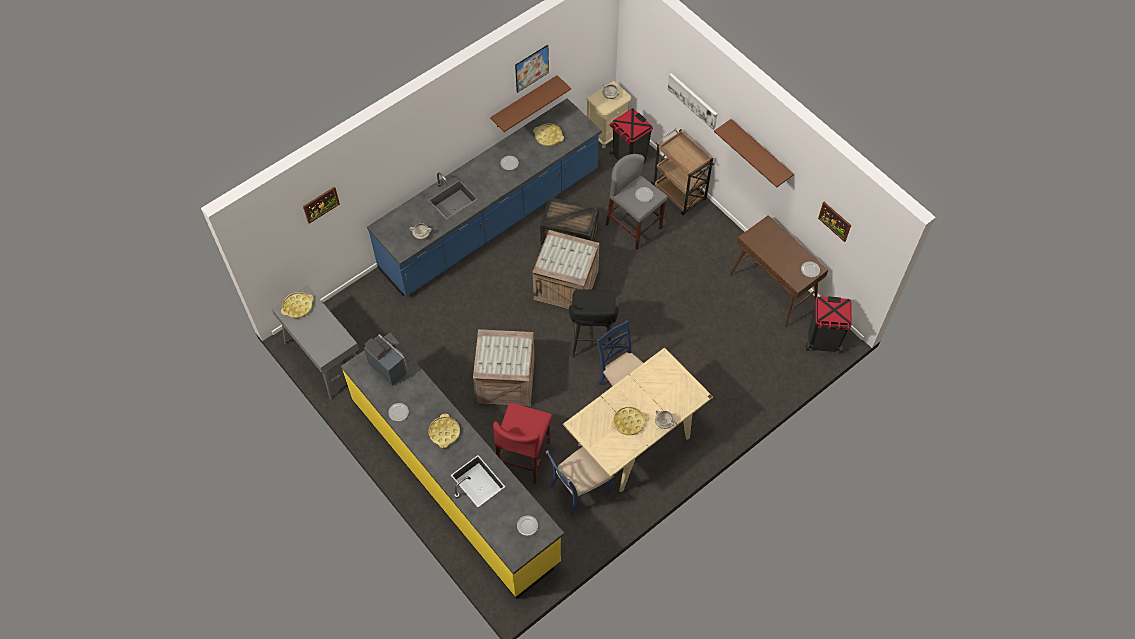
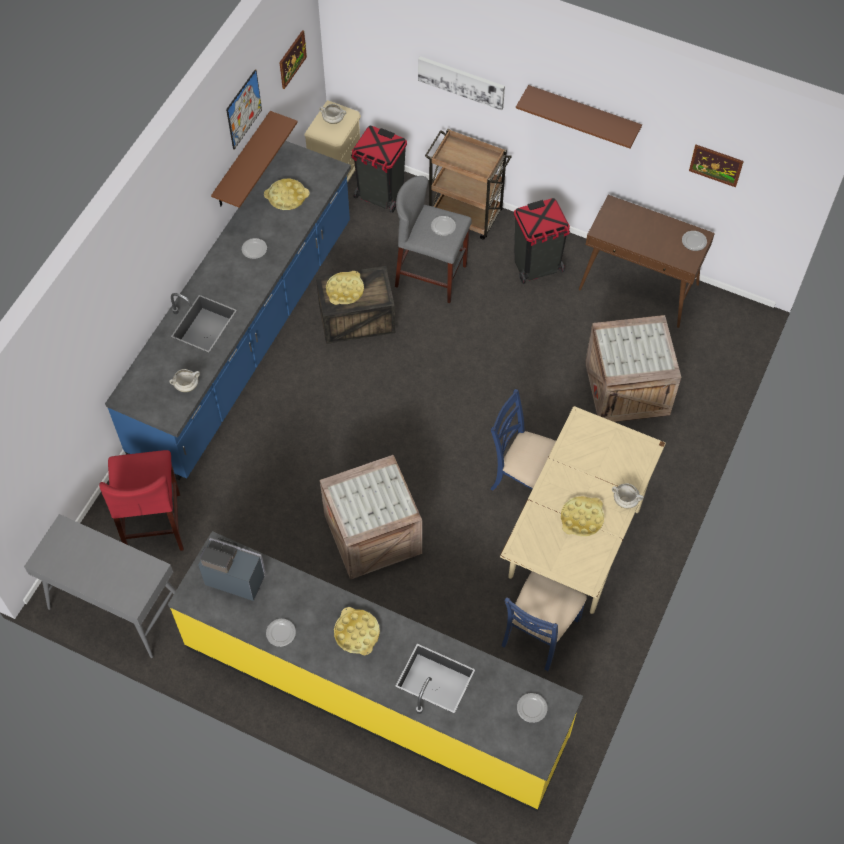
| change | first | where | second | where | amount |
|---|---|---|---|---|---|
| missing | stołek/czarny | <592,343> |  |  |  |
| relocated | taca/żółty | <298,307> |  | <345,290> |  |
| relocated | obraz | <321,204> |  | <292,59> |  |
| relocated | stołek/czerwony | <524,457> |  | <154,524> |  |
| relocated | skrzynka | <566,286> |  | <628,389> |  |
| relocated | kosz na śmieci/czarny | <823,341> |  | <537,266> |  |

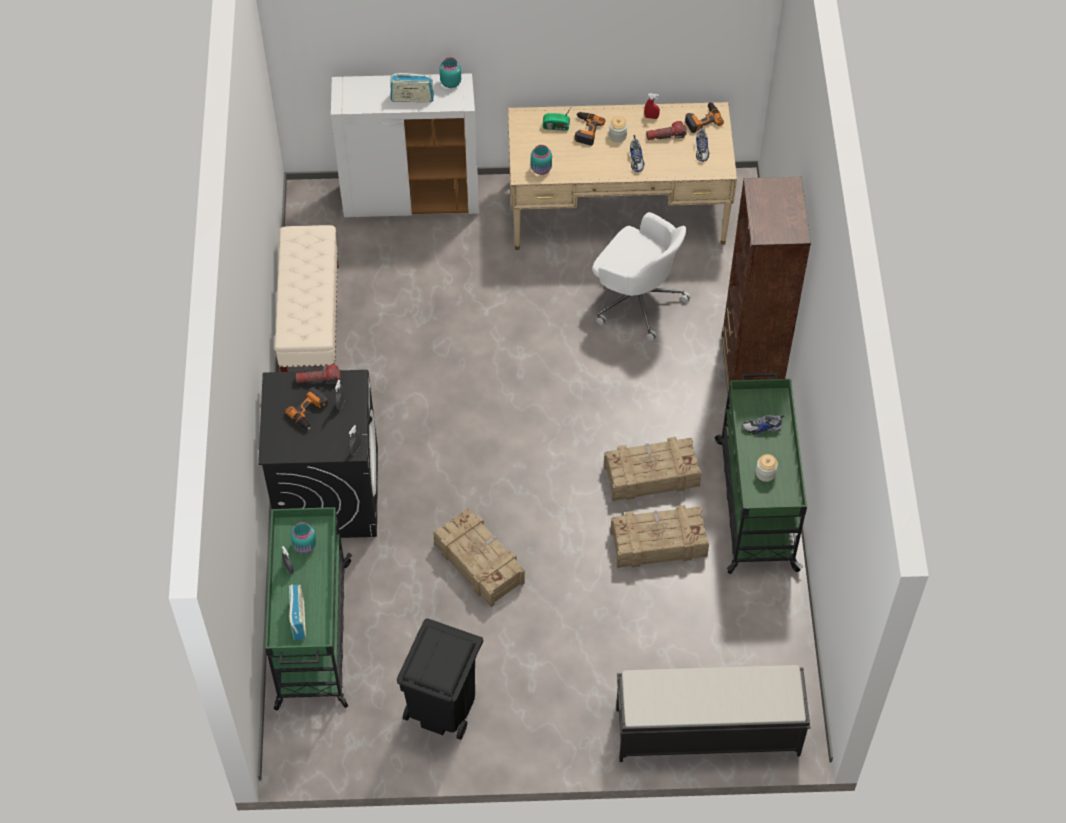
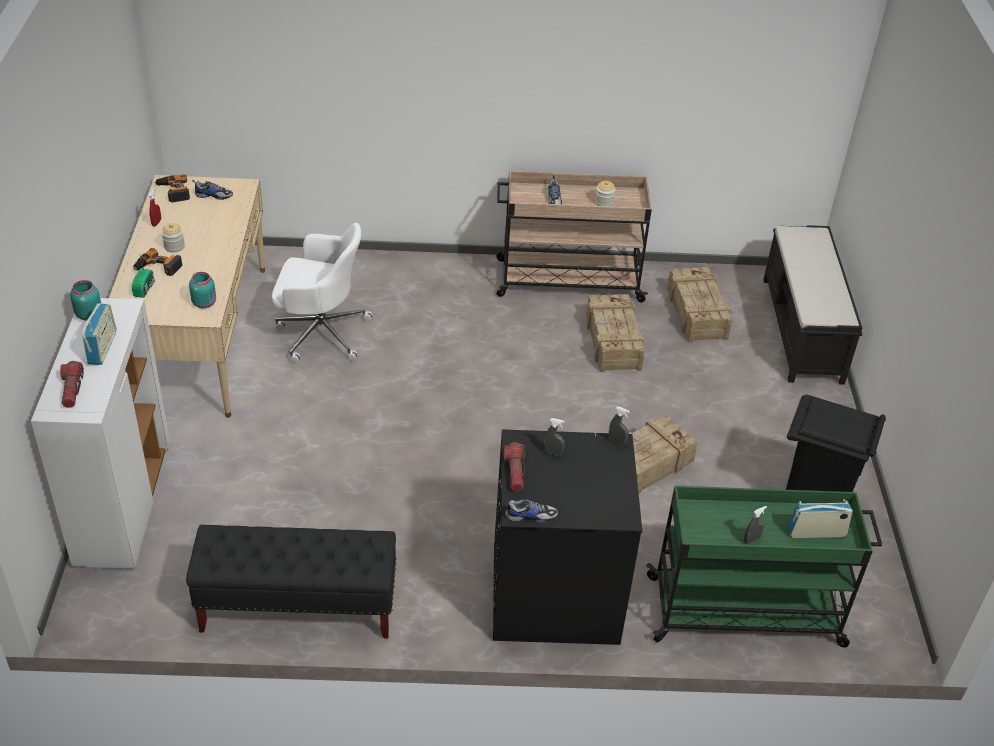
| change | first | where | second | where | amount |
|---|---|---|---|---|---|
| missing | wiertarka | <309,412> |  |  |  |
| missing | słoik/turkusowy | <305,546> |  |  |  |
| missing | regał/brązowy | <751,366> |  |  |  |
| relocated | skrzynka | <650,475> |  | <696,314> |  |
| relocated | but | <636,160> |  | <530,516> |  |
| relocated | latarka | <666,136> |  | <72,389> |  |
| colour | ławka/beżowy | <311,323> | ławka/czarny | <297,608> |  |
| colour | wózek/zielony | <755,502> | wózek/beżowy | <567,280> |  |
| spun | krzesło biurowe/biały | <636,299> |  | <320,332> | 60 degrees clockwise |

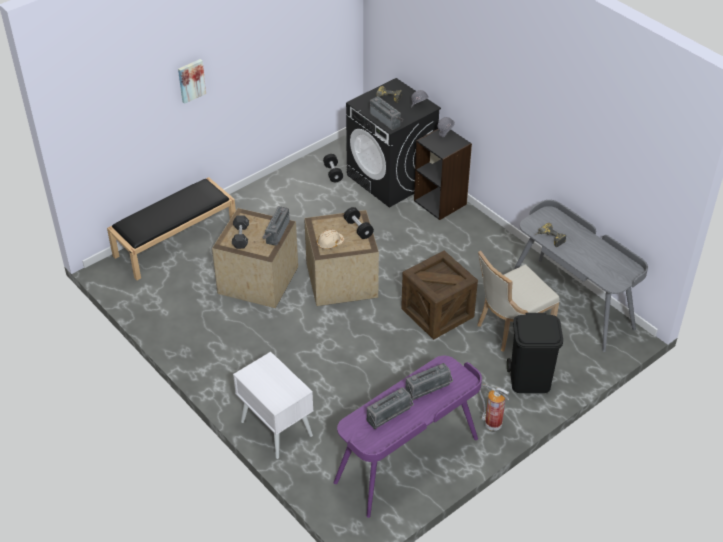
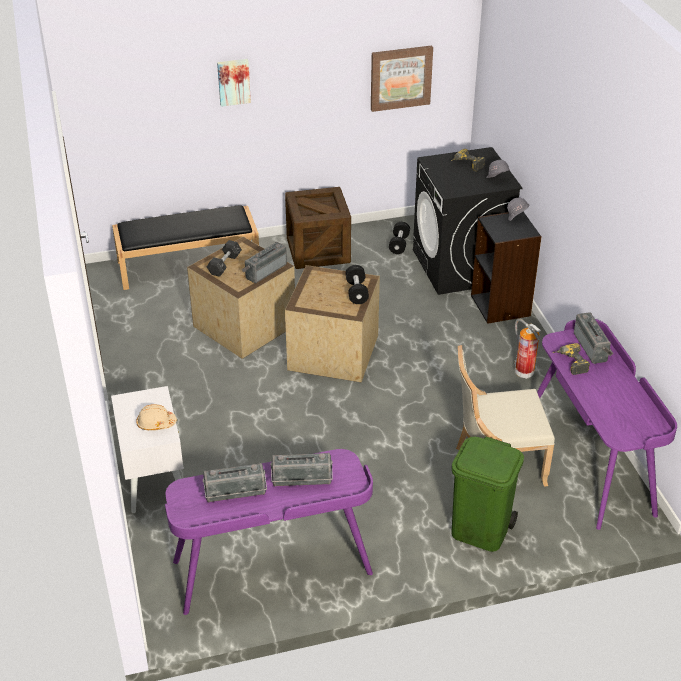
| change | first | where | second | where | amount |
|---|---|---|---|---|---|
| appeared |  |  | obraz | <400,77> |  |
| relocated | kask/beżowy | <330,243> |  | <156,423> |  |
| relocated | radio | <386,119> |  | <592,347> |  |
| relocated | skrzynka | <437,313> |  | <318,250> |  |
| relocated | gaśnica | <492,424> |  | <523,372> |  |
| colour | kosz na śmieci/czarny | <530,380> | kosz na śmieci/zielony | <481,531> |  |
| colour | biurko/szary | <571,303> | biurko/fioletowy | <591,460> |  |

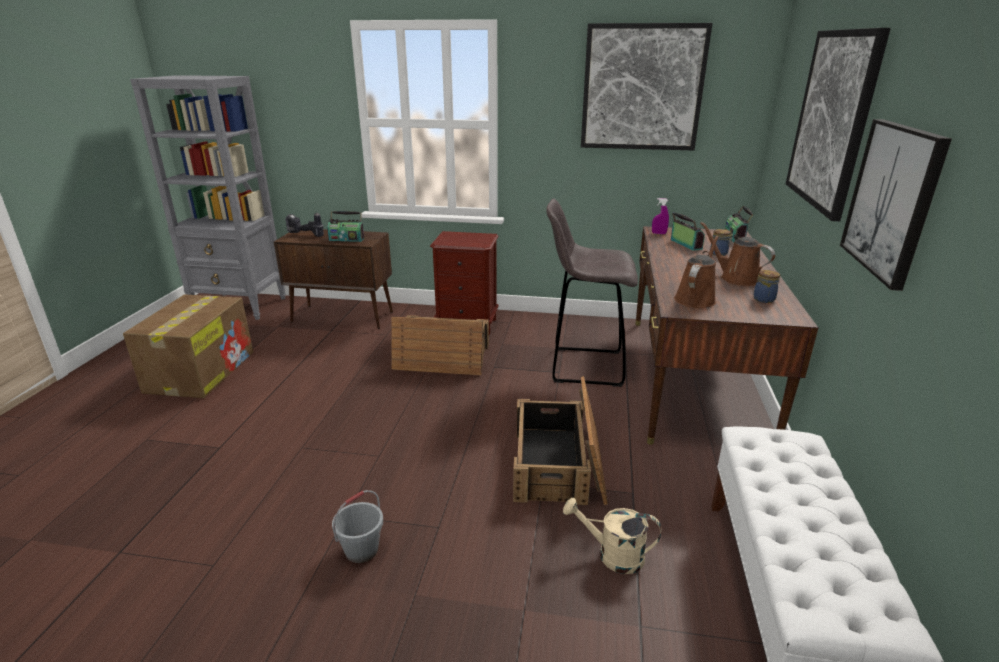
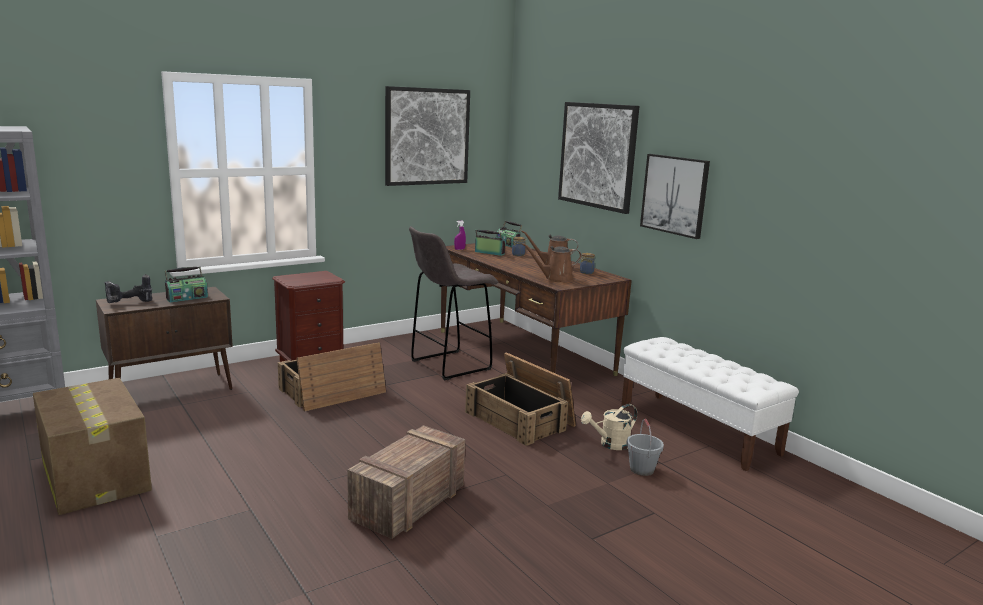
| change | first | where | second | where | amount |
|---|---|---|---|---|---|
| appeared |  |  | skrzynka | <407,504> |  |
| relocated | wiadro/szary | <362,550> |  | <642,469> |  |
| spun | konewka/brązowy | <696,298> |  | <555,279> | 90 degrees counterclockwise |

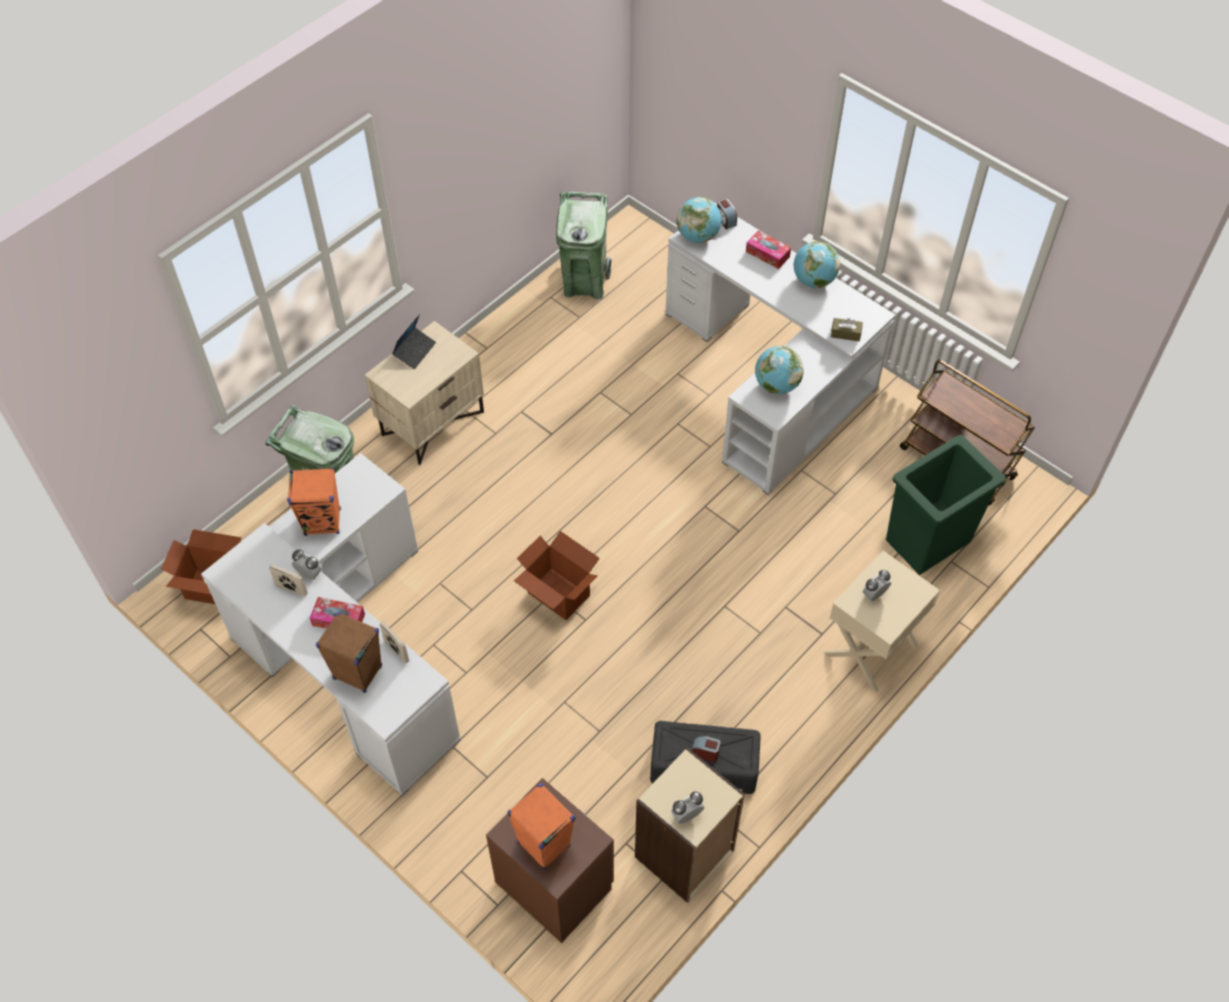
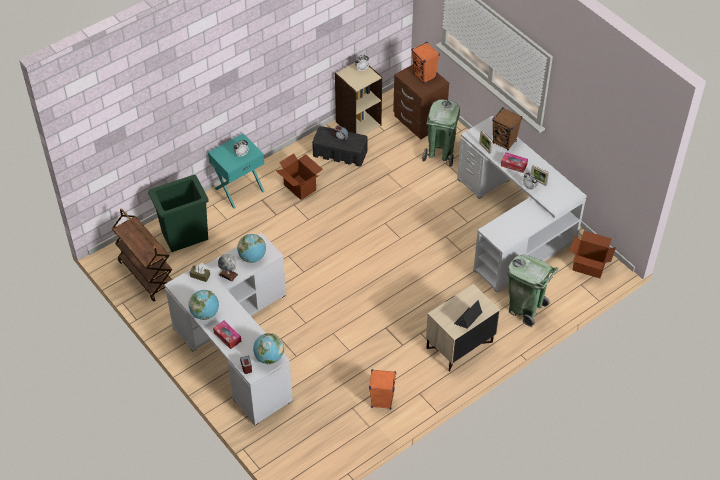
| change | first | where | second | where | amount |
|---|---|---|---|---|---|
| appeared |  |  | globus | <228,274> |  |
| relocated | głośnik/pomarańczowy | <323,522> |  | <381,401> |  |
| relocated | karton | <558,595> |  | <300,187> |  |
| relocated | kosz na śmieci/zielony | <584,284> |  | <440,153> |  |
| colour | szafka nocna/beżowy | <871,650> | szafka nocna/turkusowy | <239,189> |  |

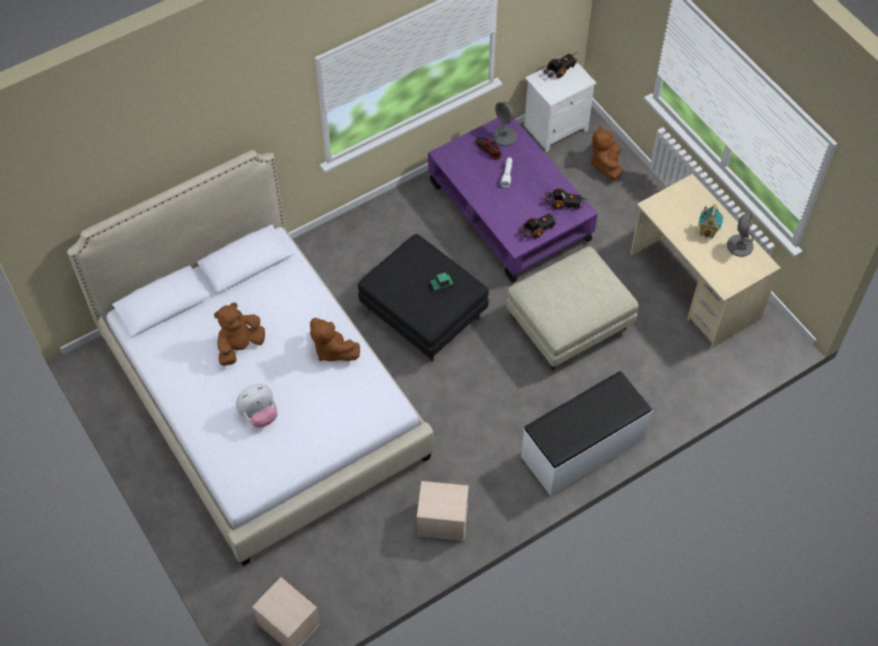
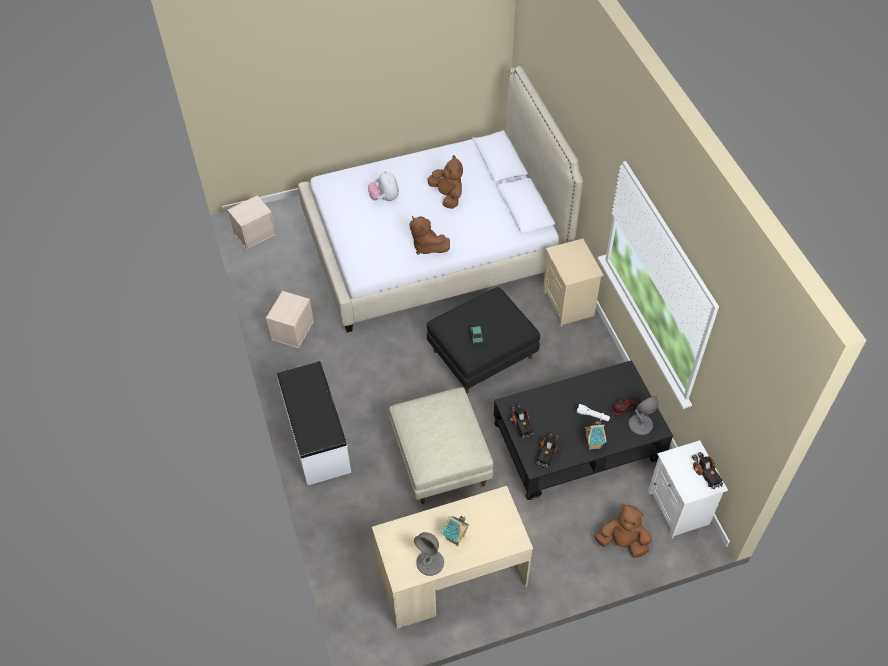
| change | first | where | second | where | amount |
|---|---|---|---|---|---|
| appeared |  |  | szafka nocna/beżowy | <569,304> |  |
| appeared |  |  | domek | <594,444> |  |
| colour | ława/fioletowy | <510,212> | ława/czarny | <578,443> |  |
| spun | pluszak/brązowy | <332,349> |  | <427,246> | 105 degrees counterclockwise |

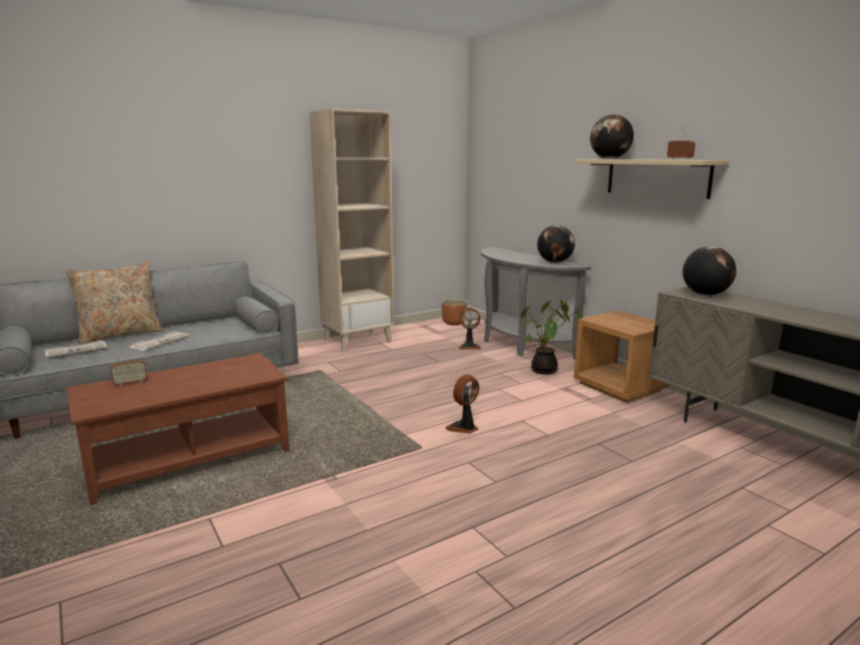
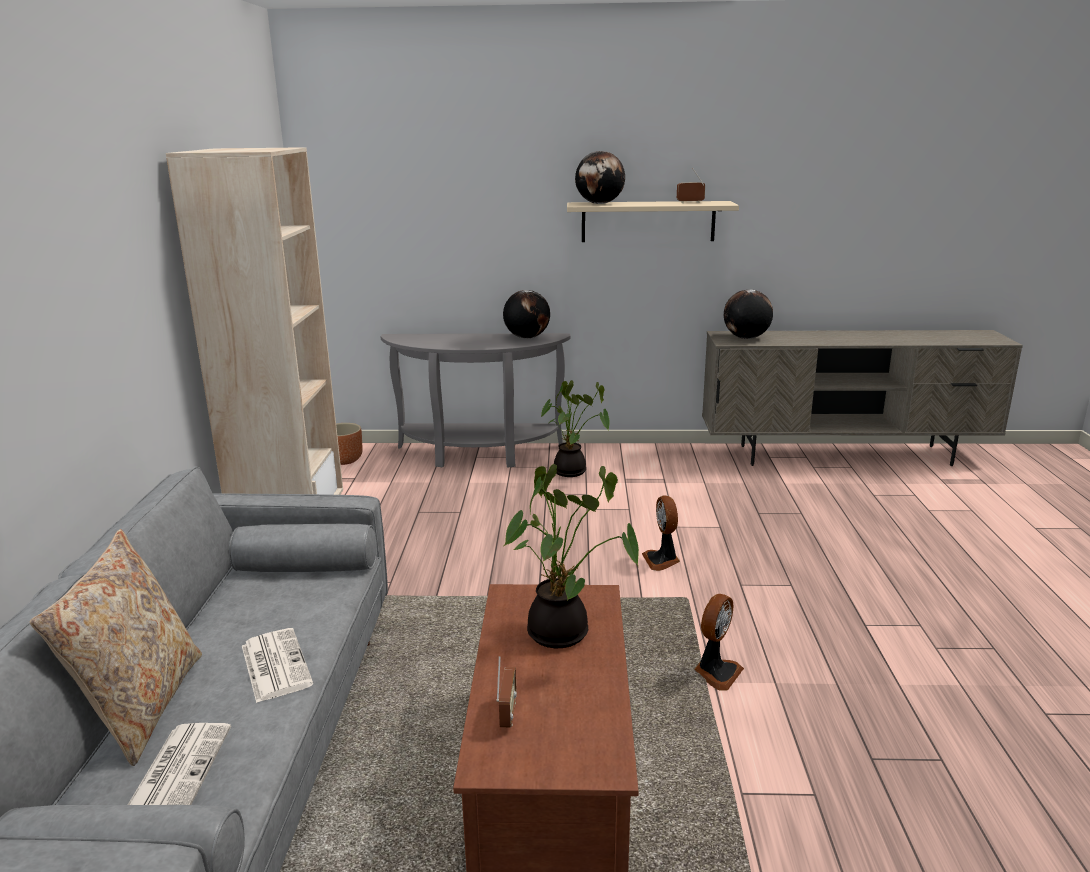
| change | first | where | second | where | amount |
|---|---|---|---|---|---|
| missing | szafka nocna/brązowy | <620,387> |  |  |  |
| appeared |  |  | roślina doniczkowa | <563,634> |  |
| relocated | wentylator | <469,346> |  | <716,672> |  |

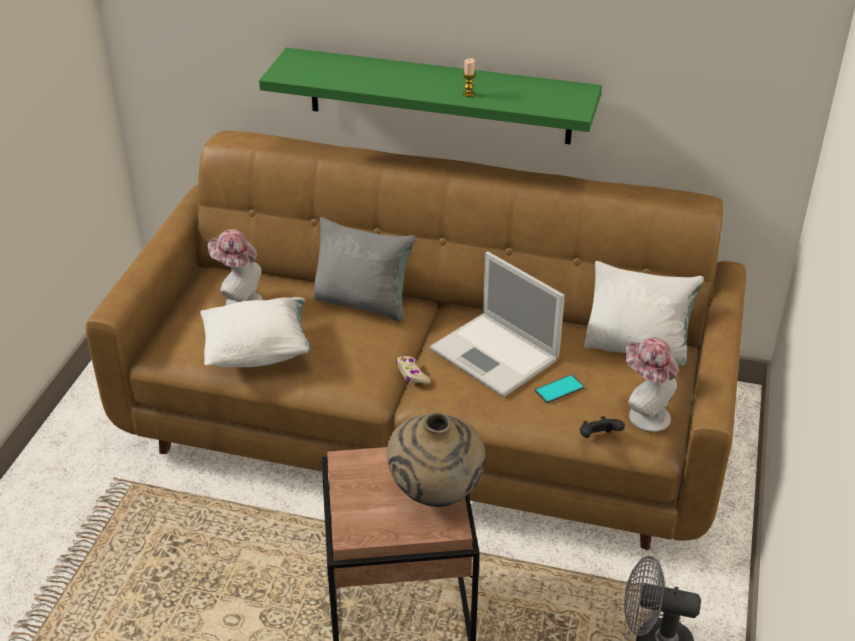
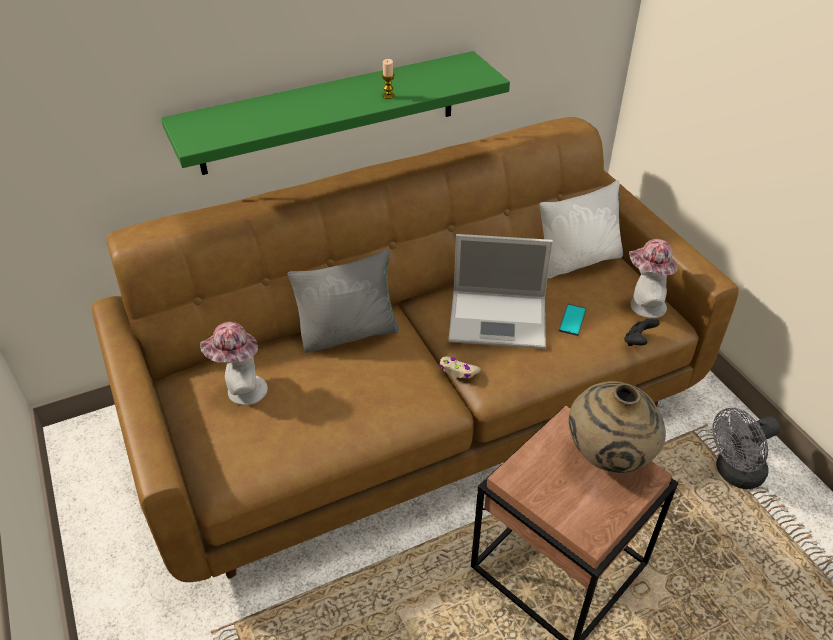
| change | first | where | second | where | amount |
|---|---|---|---|---|---|
| missing | poduszka/biały | <258,352> |  |  |  |

